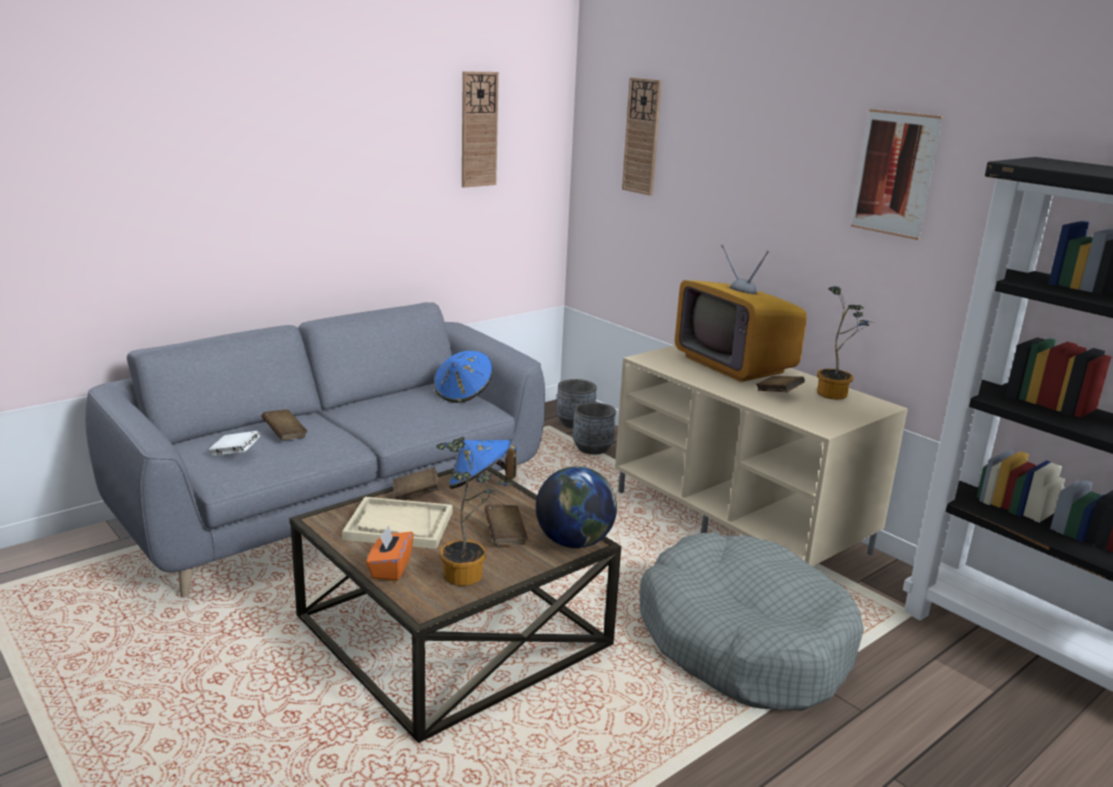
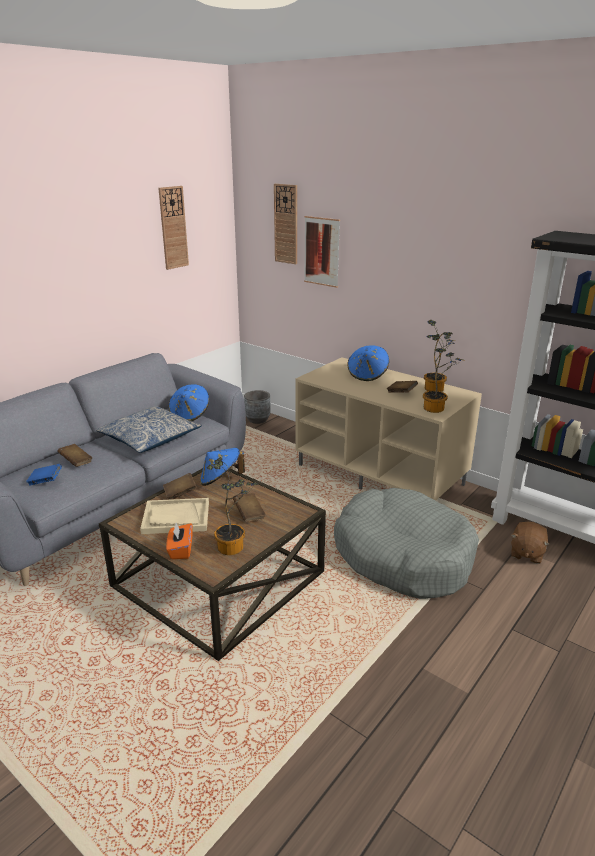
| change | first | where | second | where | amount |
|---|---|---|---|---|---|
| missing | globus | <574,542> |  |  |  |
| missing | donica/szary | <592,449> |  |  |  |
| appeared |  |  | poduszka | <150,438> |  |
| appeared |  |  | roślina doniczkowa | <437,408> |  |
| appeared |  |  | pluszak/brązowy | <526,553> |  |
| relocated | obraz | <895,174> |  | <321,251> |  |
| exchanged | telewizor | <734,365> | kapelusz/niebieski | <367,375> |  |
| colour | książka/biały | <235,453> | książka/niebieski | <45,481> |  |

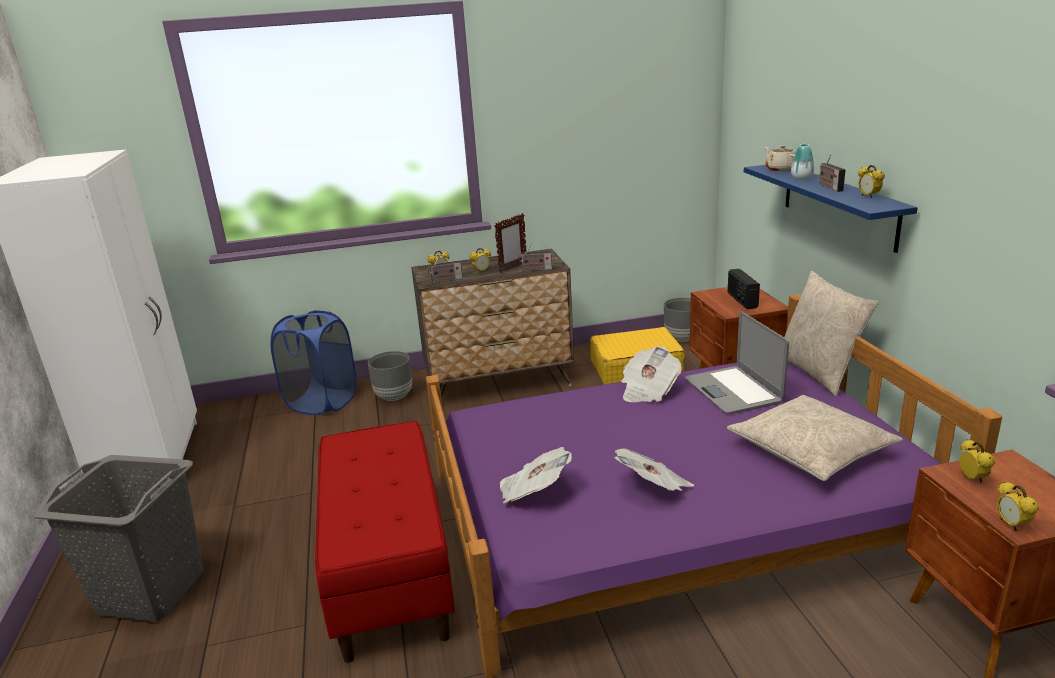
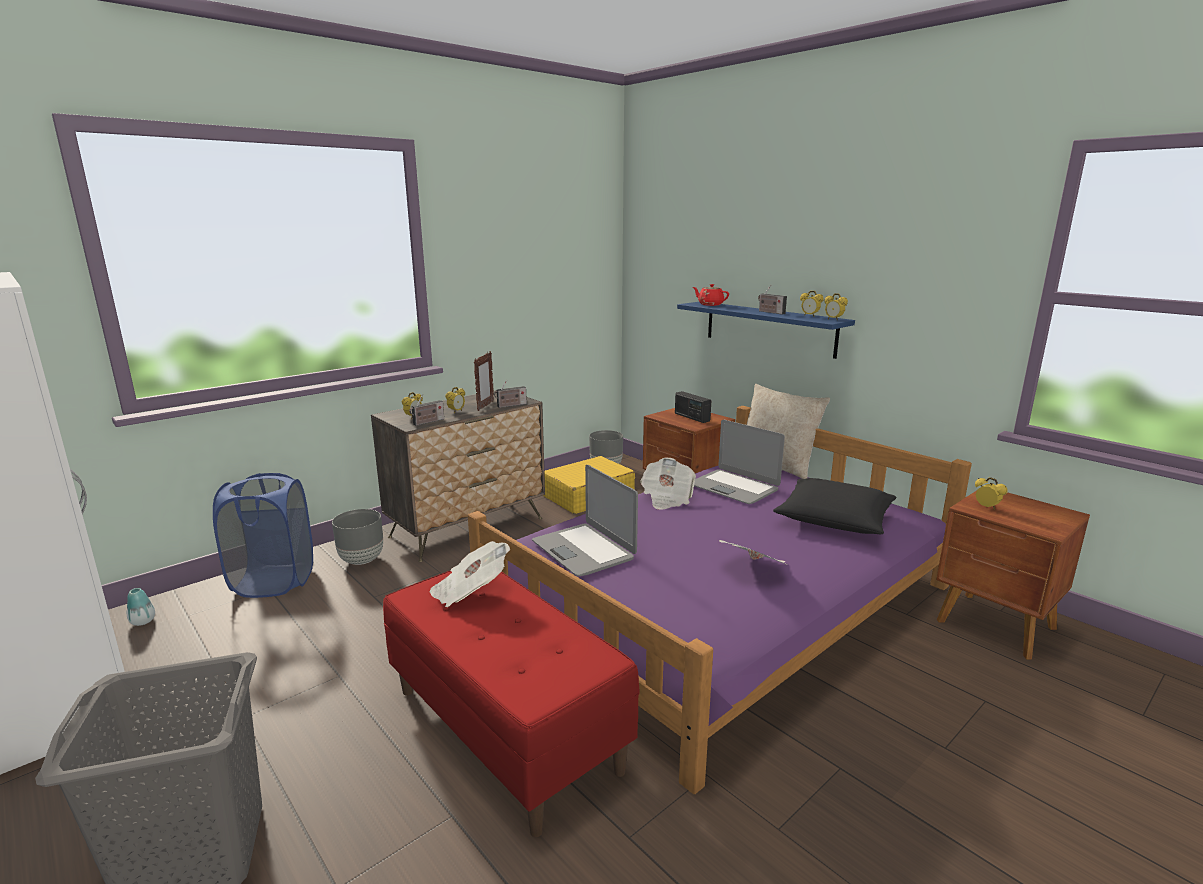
| change | first | where | second | where | amount |
|---|---|---|---|---|---|
| appeared |  |  | laptop | <584,550> |  |
| relocated | gazeta | <534,491> |  | <470,592> |  |
| relocated | wazon | <801,178> |  | <143,621> |  |
| relocated | budzik | <1011,524> |  | <833,319> |  |
| colour | poduszka/beżowy | <810,450> | poduszka/czarny | <834,518> |  |
| colour | imbryk/beżowy | <780,169> | imbryk/czerwony | <710,304> |  |

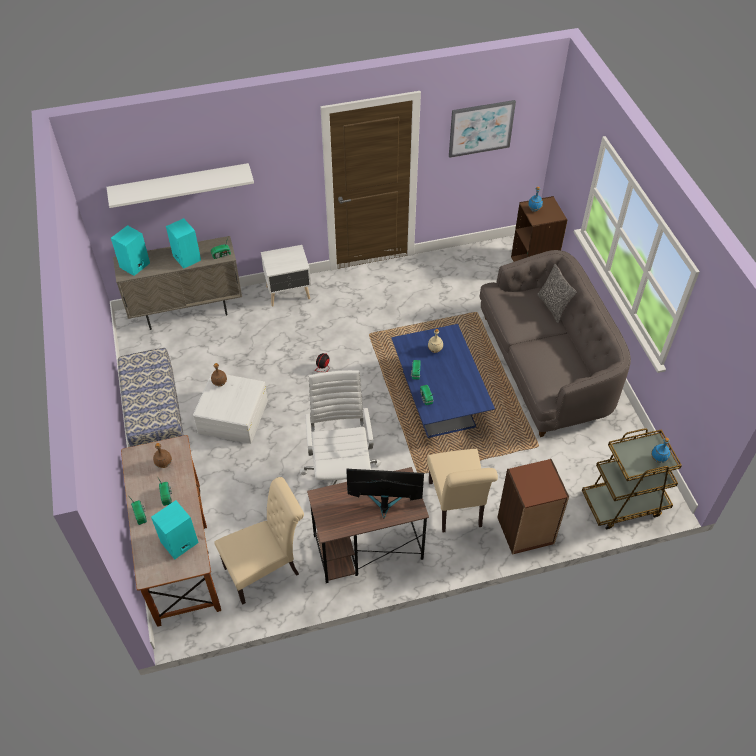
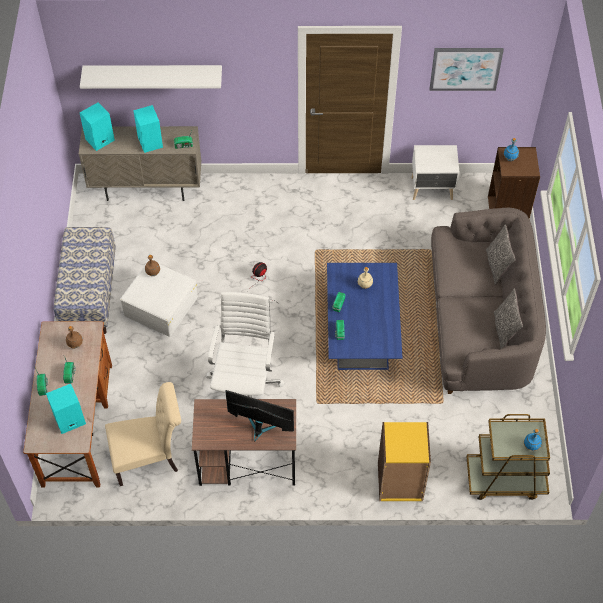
| change | first | where | second | where | amount |
|---|---|---|---|---|---|
| missing | krzesło/beżowy | <456,507> |  |  |  |
| appeared |  |  | poduszka | <504,330> |  |
| relocated | szafka nocna/biały | <289,293> |  | <432,189> |  |
| colour | regał/brązowy | <525,531> | regał/żółty | <400,482> |  |

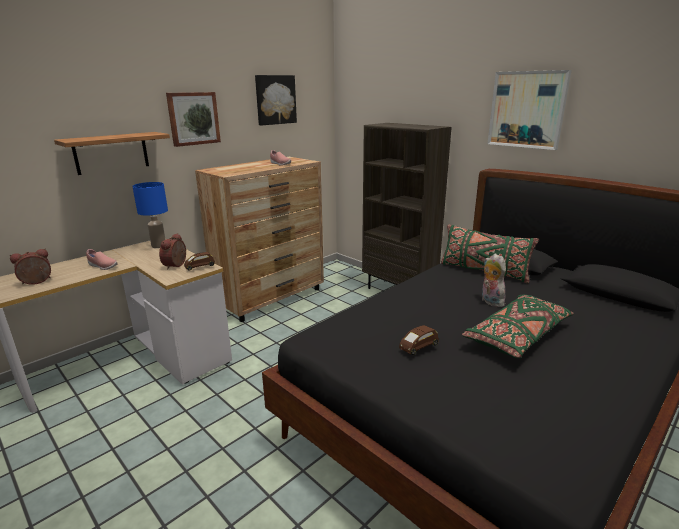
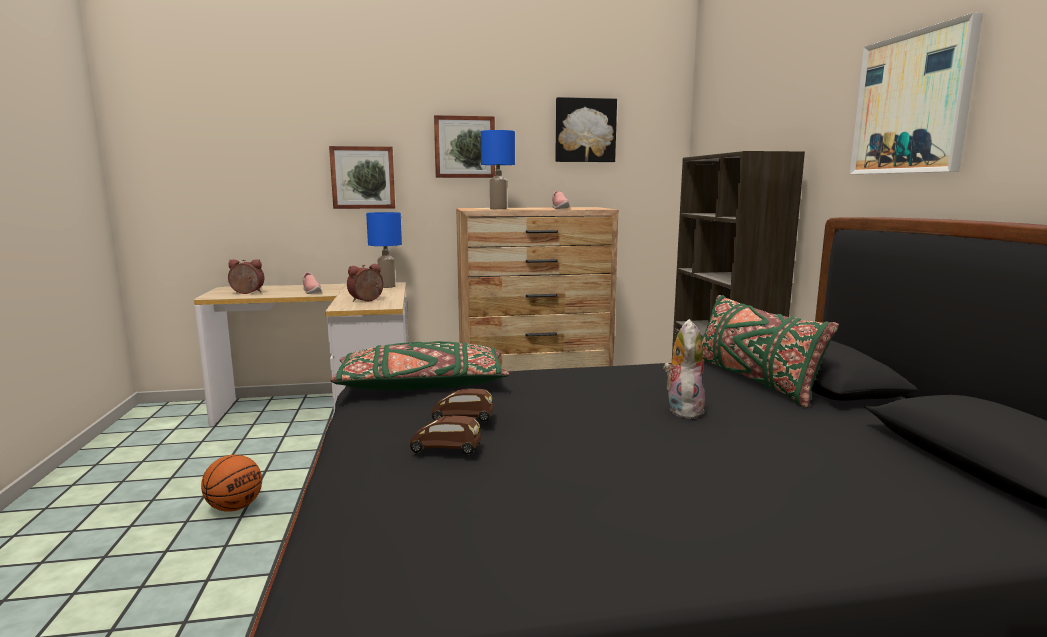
| change | first | where | second | where | amount |
|---|---|---|---|---|---|
| appeared |  |  | piłka do koszykówki | <235,507> |  |
| appeared |  |  | lampa stołowa/niebieski | <497,209> |  |
| relocated | samochodzik/brązowy | <200,267> |  | <446,450> |  |
| relocated | poduszka/zielony | <517,336> |  | <421,386> |  |
| exchanged | półka | <111,153> | obraz | <363,177> |  |

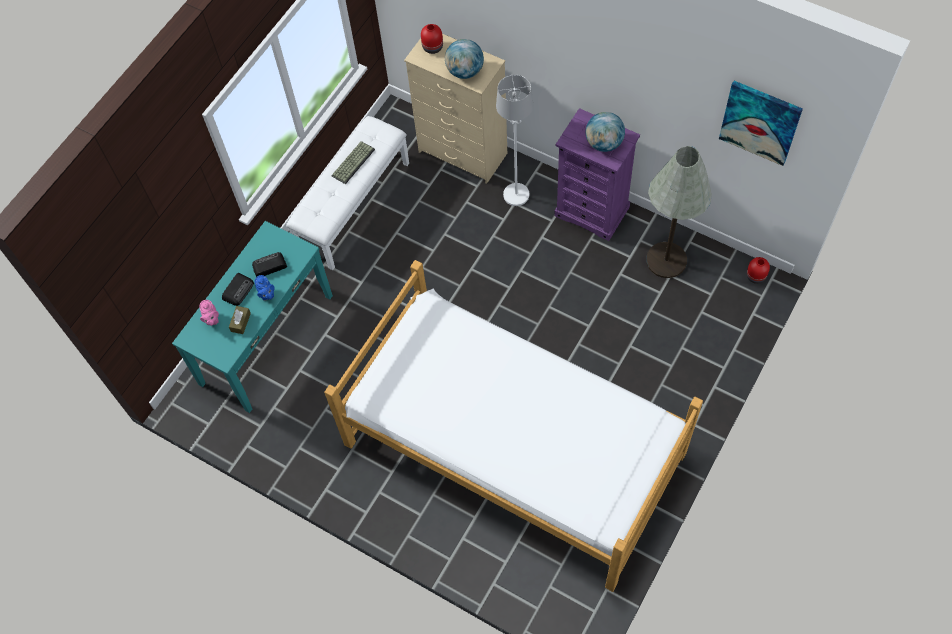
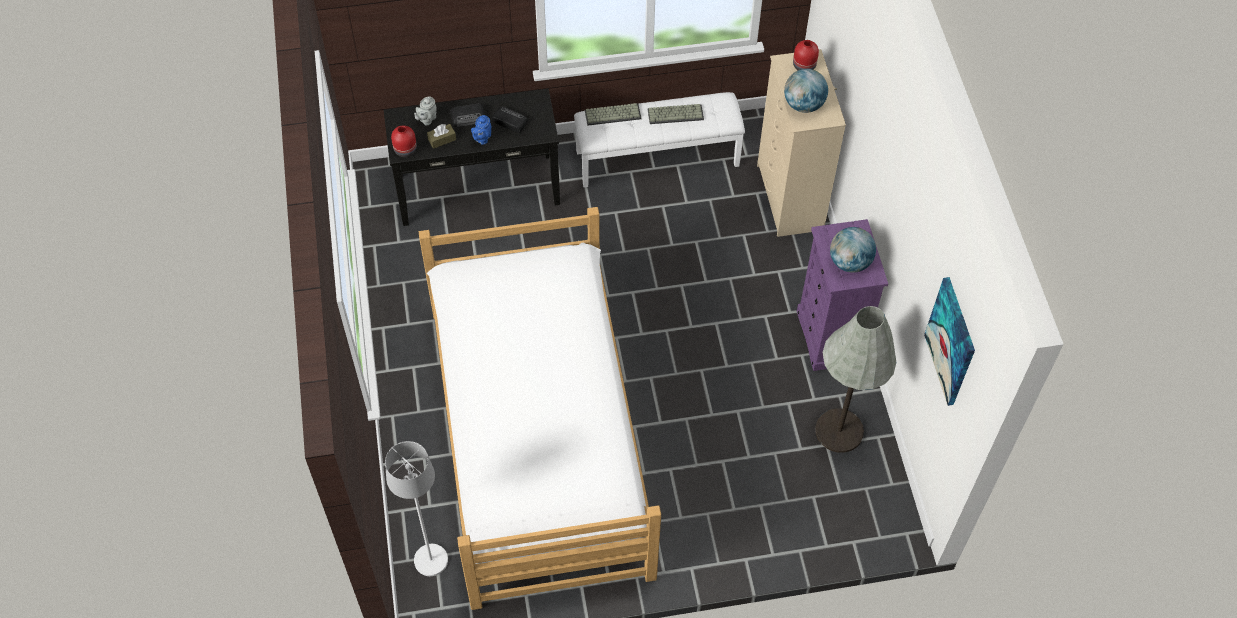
| change | first | where | second | where | amount |
|---|---|---|---|---|---|
| appeared |  |  | klawiatura | <613,114> |  |
| relocated | lampa stojąca/biały | <516,195> |  | <430,560> |  |
| relocated | wazon/czerwony | <756,275> |  | <406,149> |  |
| colour | stolik konsolowy/turkusowy | <266,339> | stolik konsolowy/czarny | <478,189> |  |
| colour | imbryk/różowy | <211,319> | imbryk/szary | <427,119> |  |

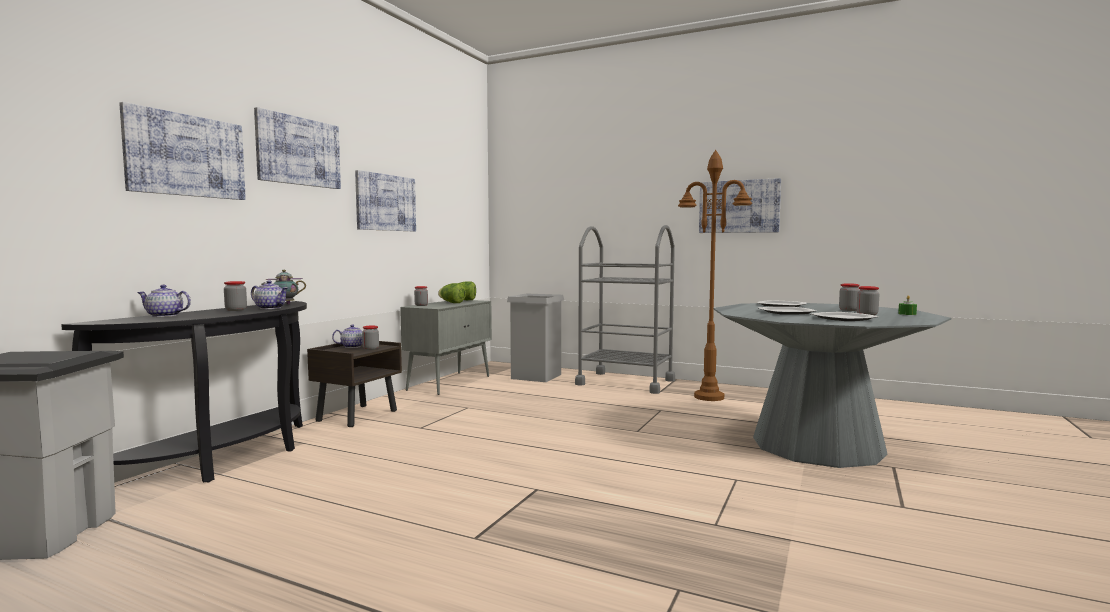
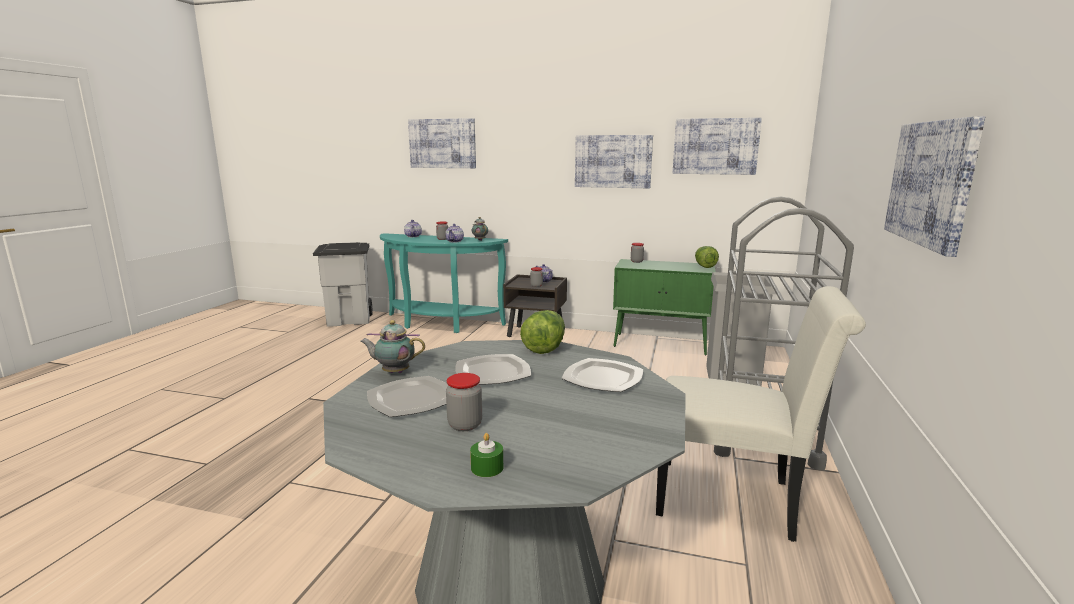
| change | first | where | second | where | amount |
|---|---|---|---|---|---|
| missing | słoik | <848,310> |  |  |  |
| appeared |  |  | imbryk | <394,372> |  |
| relocated | obraz | <298,151> |  | <715,146> |  |
| relocated | sałata | <451,303> |  | <545,348> |  |
| exchanged | lampa stojąca/brązowy | <709,397> | krzesło/biały | <735,500> |  |
| colour | stolik konsolowy/czarny | <228,460> | stolik konsolowy/turkusowy | <439,324> |  |
| colour | szafka/szary | <450,383> | szafka/zielony | <661,344> |  |

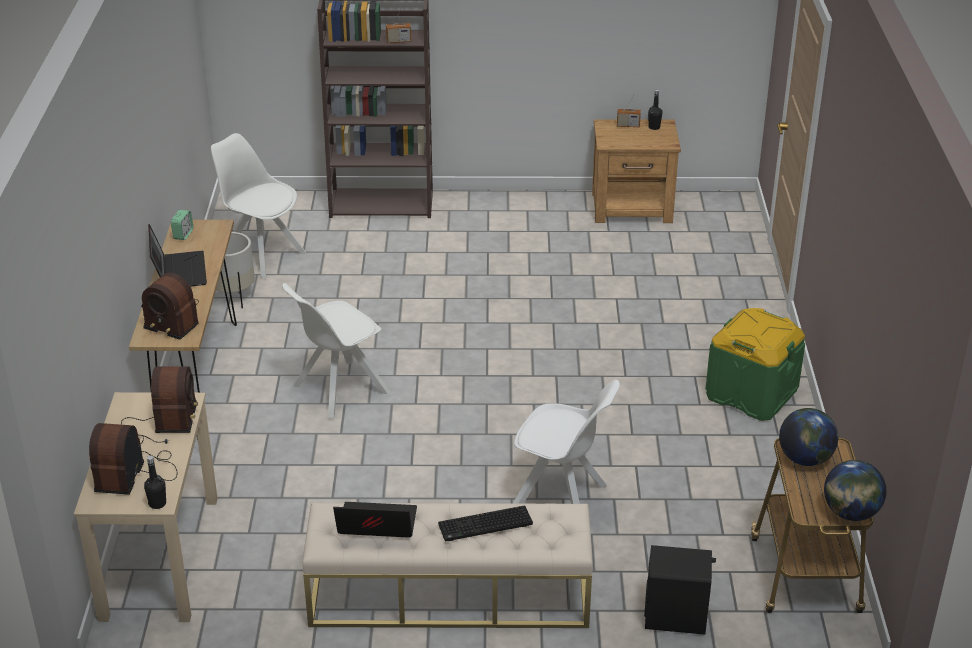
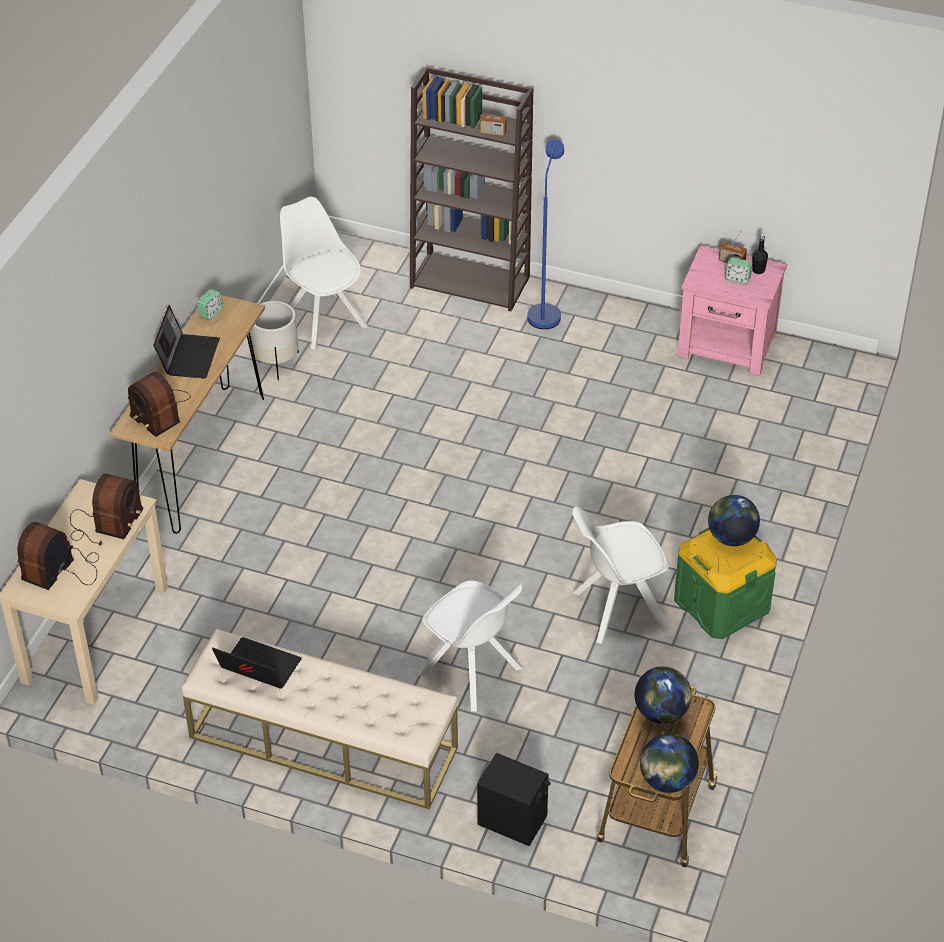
| change | first | where | second | where | amount |
|---|---|---|---|---|---|
| missing | butelka/czarny | <157,504> |  |  |  |
| missing | klawiatura | <485,526> |  |  |  |
| appeared |  |  | lampa stojąca/niebieski | <545,312> |  |
| appeared |  |  | globus | <731,537> |  |
| appeared |  |  | budzik | <737,279> |  |
| relocated | krzesło/biały | <338,390> |  | <616,609> |  |
| colour | szafka nocna/brązowy | <633,208> | szafka nocna/różowy | <728,346> |  |

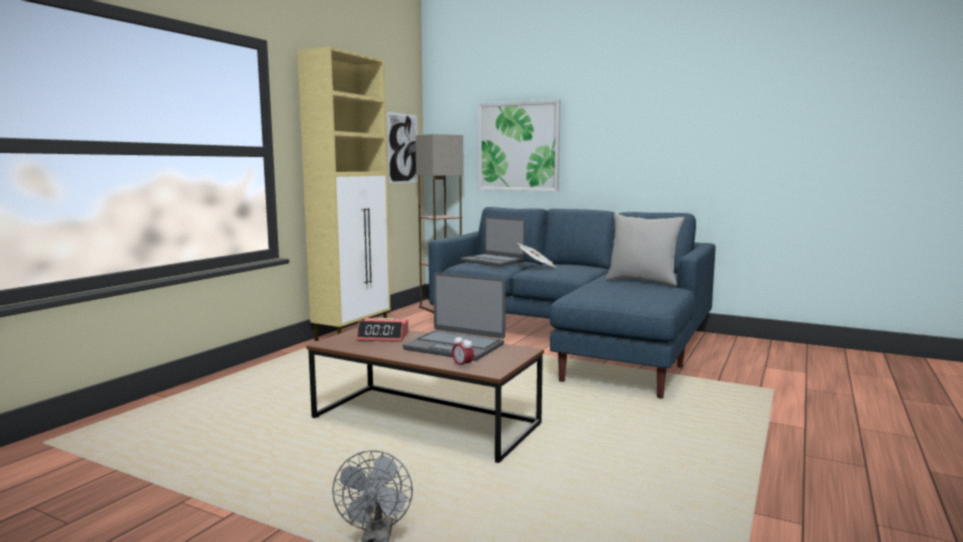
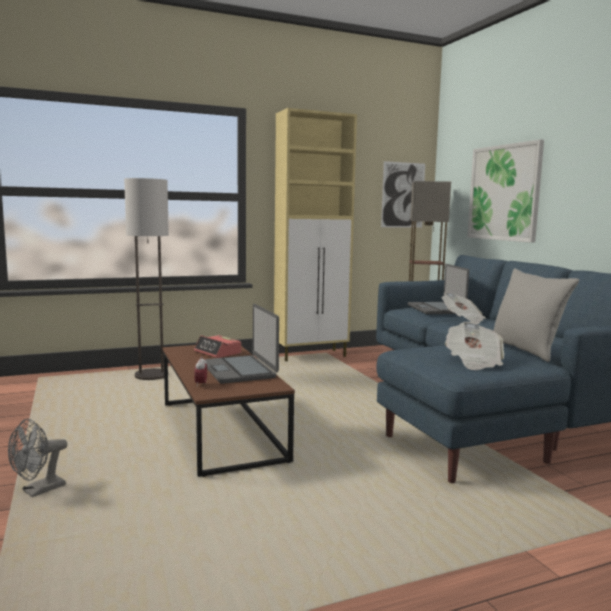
| change | first | where | second | where | amount |
|---|---|---|---|---|---|
| appeared |  |  | lampa stojąca | <151,375> |  |
| appeared |  |  | gazeta | <473,362> |  |

